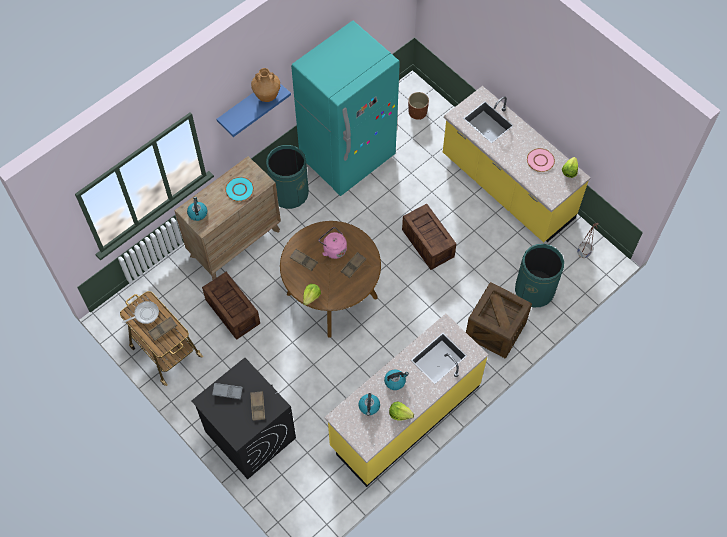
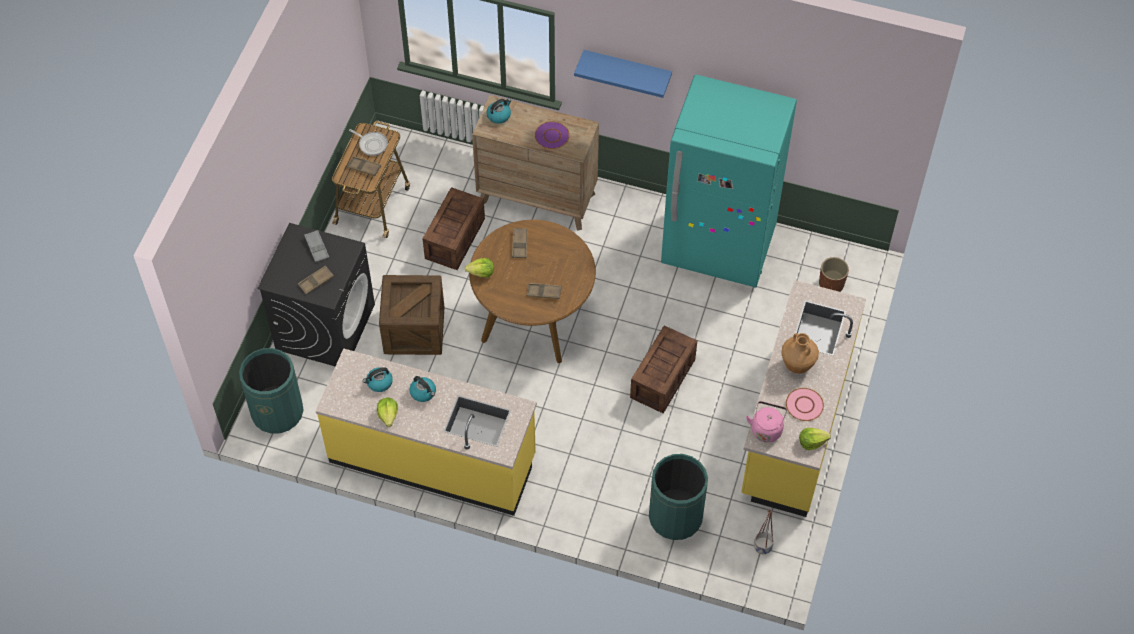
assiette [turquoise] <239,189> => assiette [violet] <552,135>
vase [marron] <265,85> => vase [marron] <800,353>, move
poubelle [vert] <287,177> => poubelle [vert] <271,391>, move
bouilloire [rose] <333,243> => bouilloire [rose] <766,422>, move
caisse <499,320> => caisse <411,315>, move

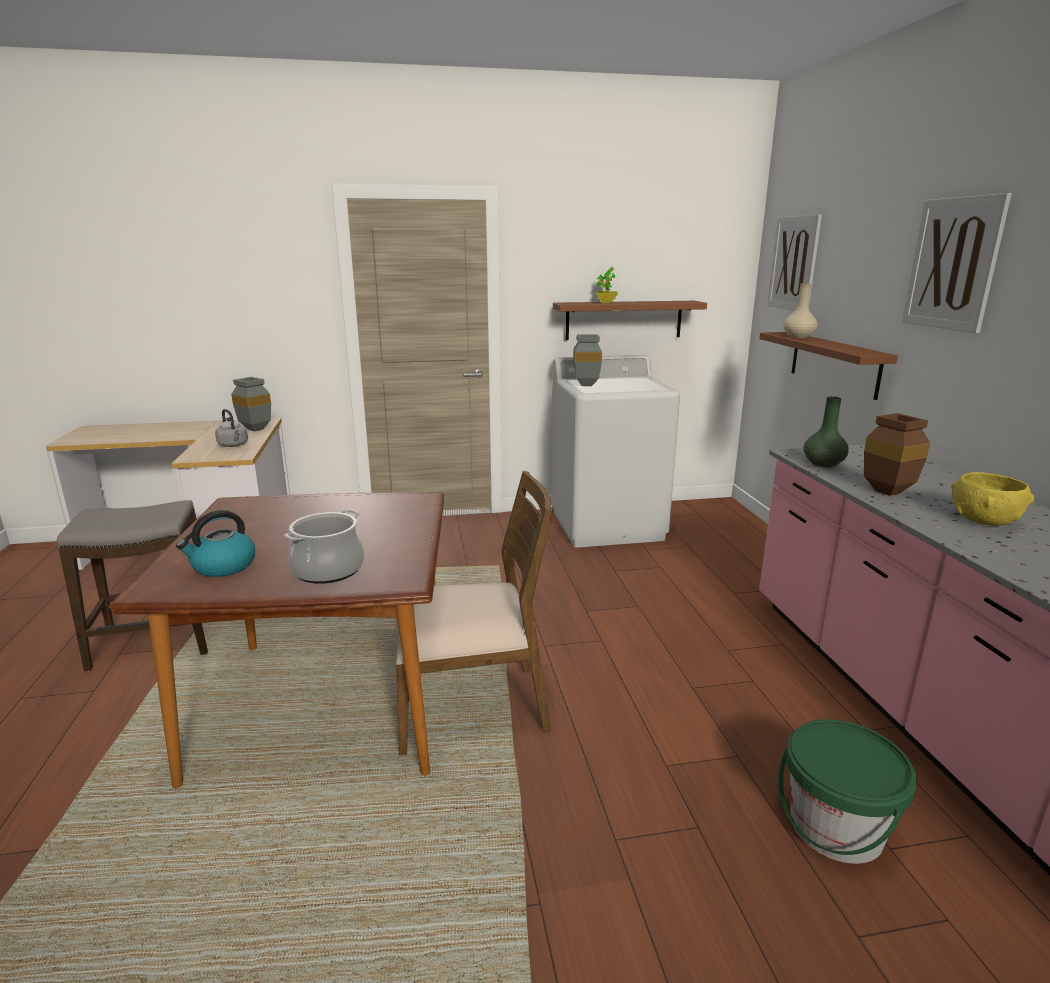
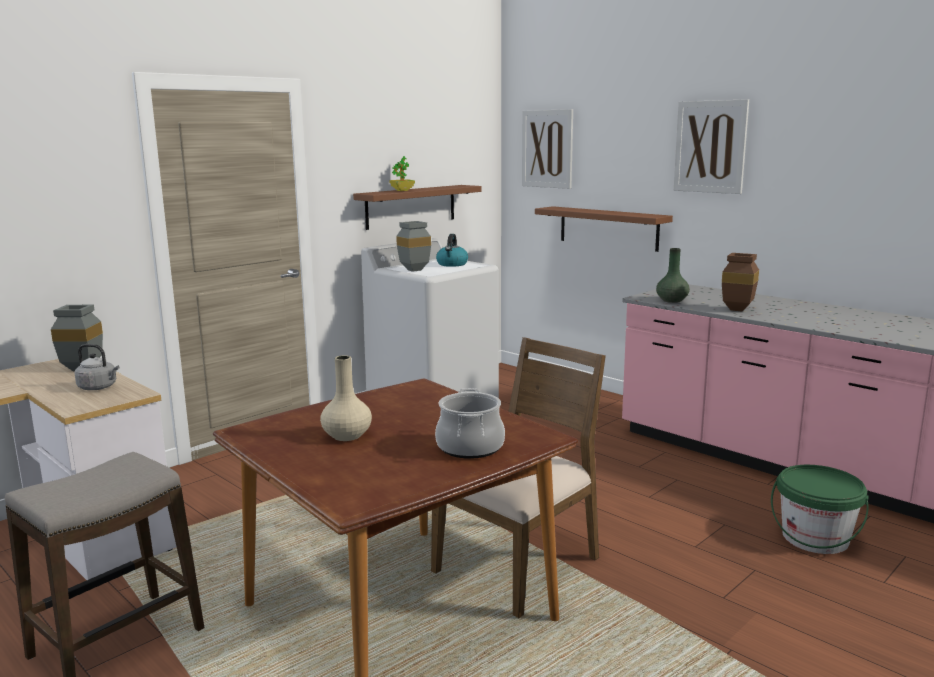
bouilloire <215,543> => bouilloire <452,250>, move
vase [beige] <800,310> => vase [beige] <346,398>, move
bol [jaune] <992,499> => nothing

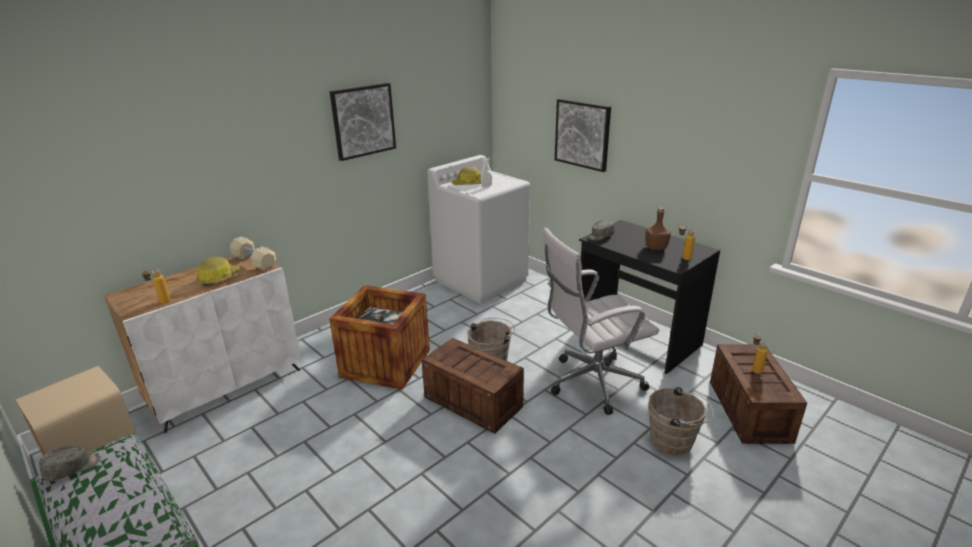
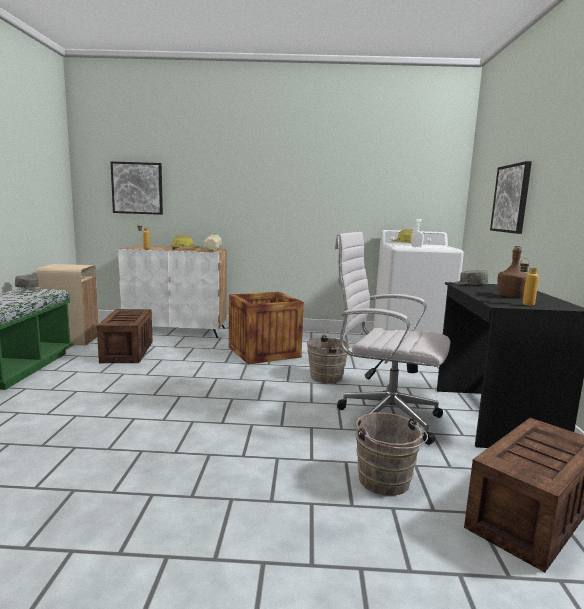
tableau <363,122> => tableau <137,188>, move
caisse <472,386> => caisse <125,336>, move
bouteille <760,353> => nothing

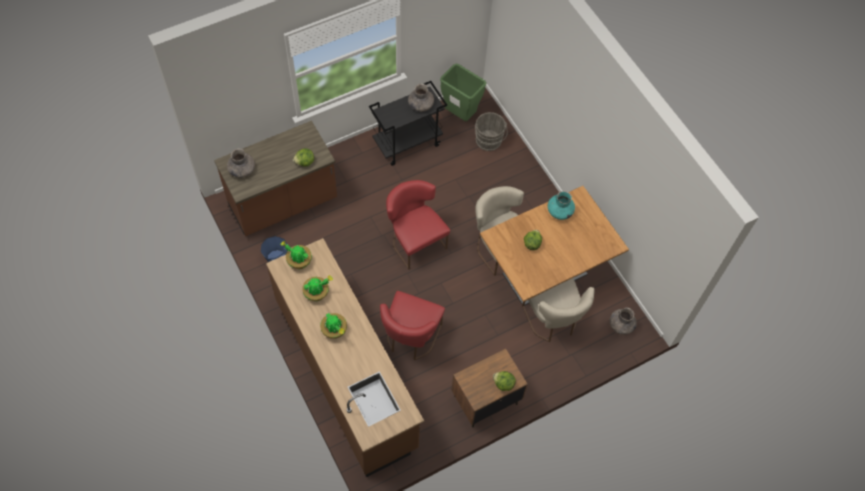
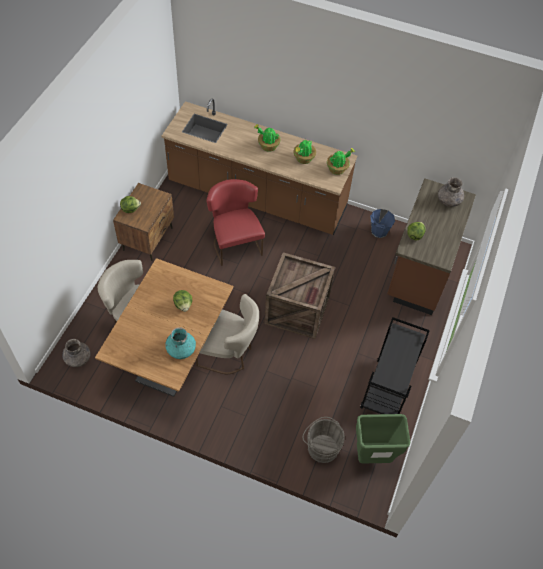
chaise [rouge] <418,225> => caisse <299,295>
vase [gris] <421,98> => nothing

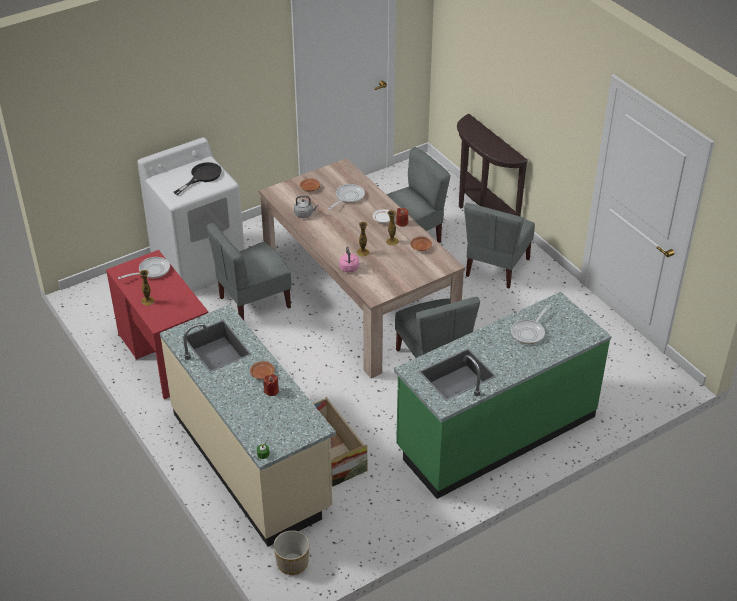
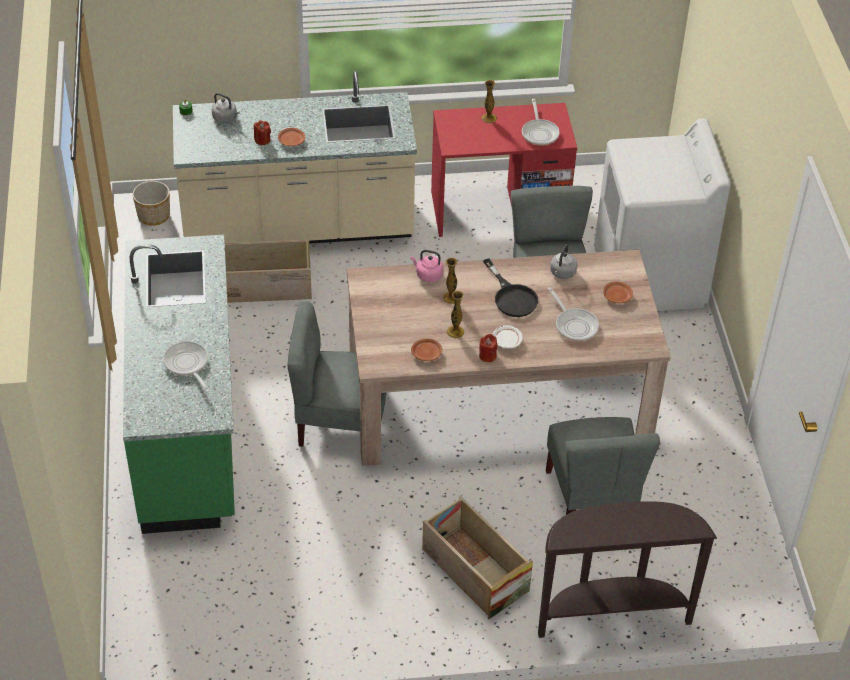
poêle [noir] <198,178> => poêle [noir] <510,287>, move
chaise [gris] <499,245> => caisse <477,558>
nothing => bouilloire [gris] <226,108>

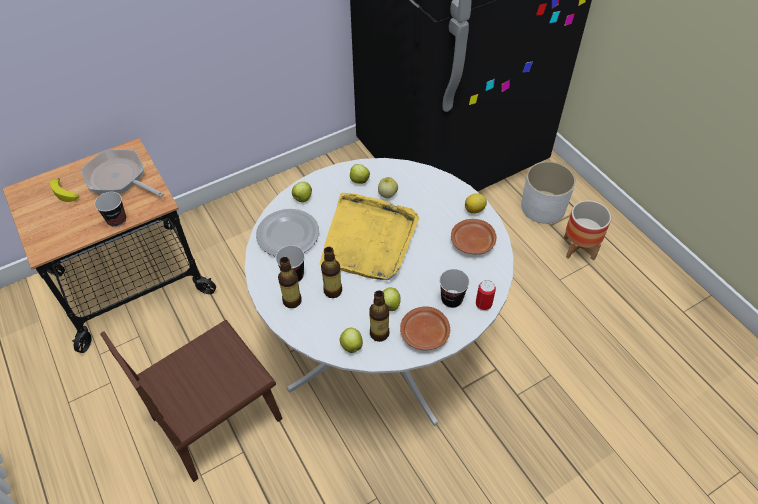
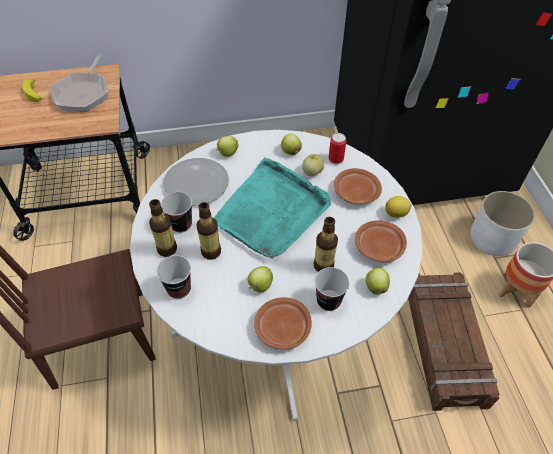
poêle <122,173> => poêle <79,82>, 135 degrees counterclockwise
tasse <110,209> => tasse <173,277>, move
plateau [jaune] <369,236> => plateau [turquoise] <272,208>
pomme <351,340> => pomme <377,281>, move
bouteille <379,316> => bouteille <326,244>, move
boîte métallique <486,295> => boîte métallique <338,149>, move
nothing => assiette [marron] <358,186>
nothing => caisse <453,341>

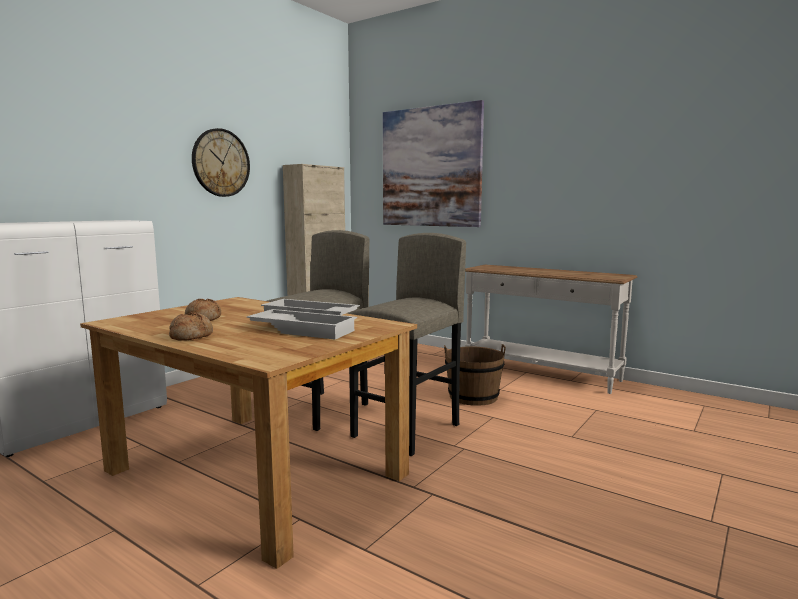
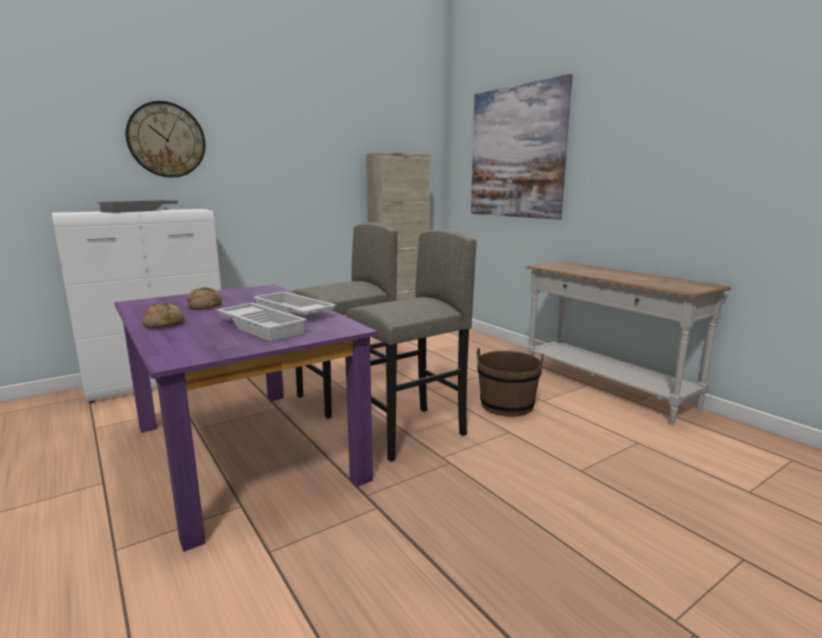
table à manger [marron] <248,433> => table à manger [violet] <246,418>
horloge murale <221,162> => horloge murale <165,139>, move
nothing => plateau [gris] <138,206>

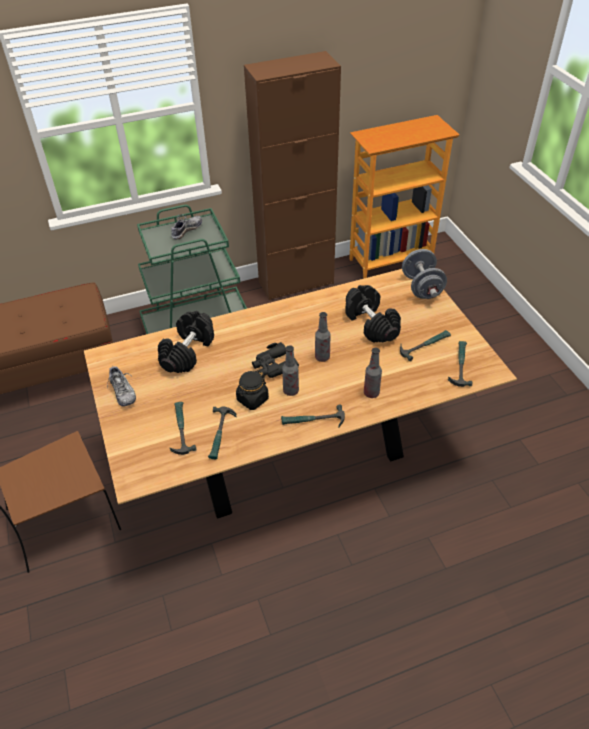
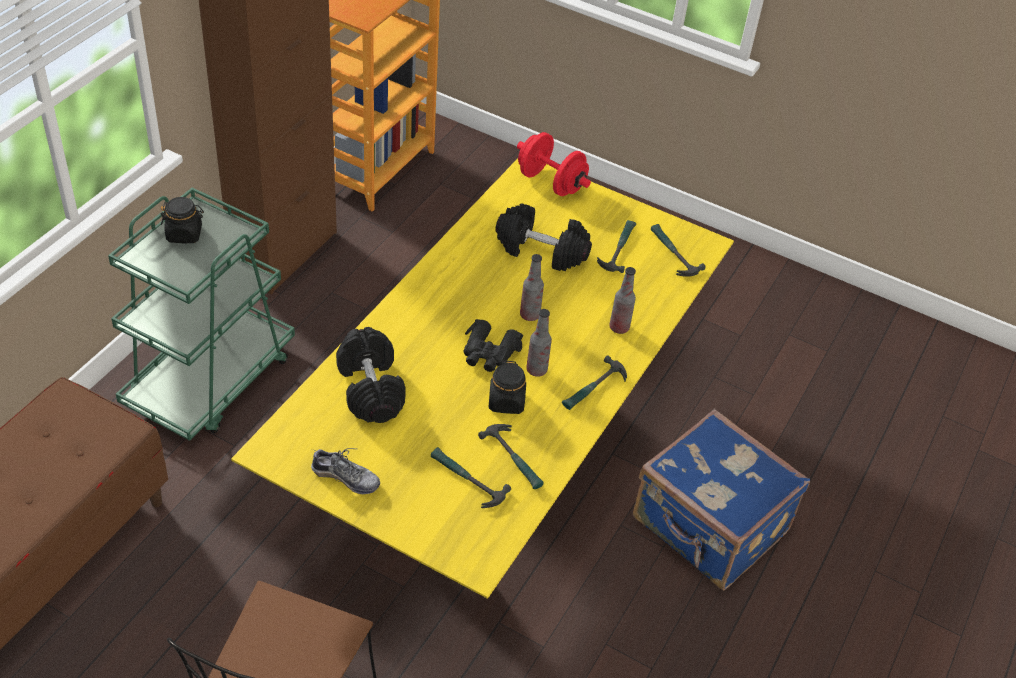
table à manger [marron] <300,393> => table à manger [jaune] <482,378>
chaussure <186,226> => bocal [noir] <182,220>
haltère [gris] <424,274> => haltère [rouge] <554,164>
nothing => valise [bleu] <721,499>

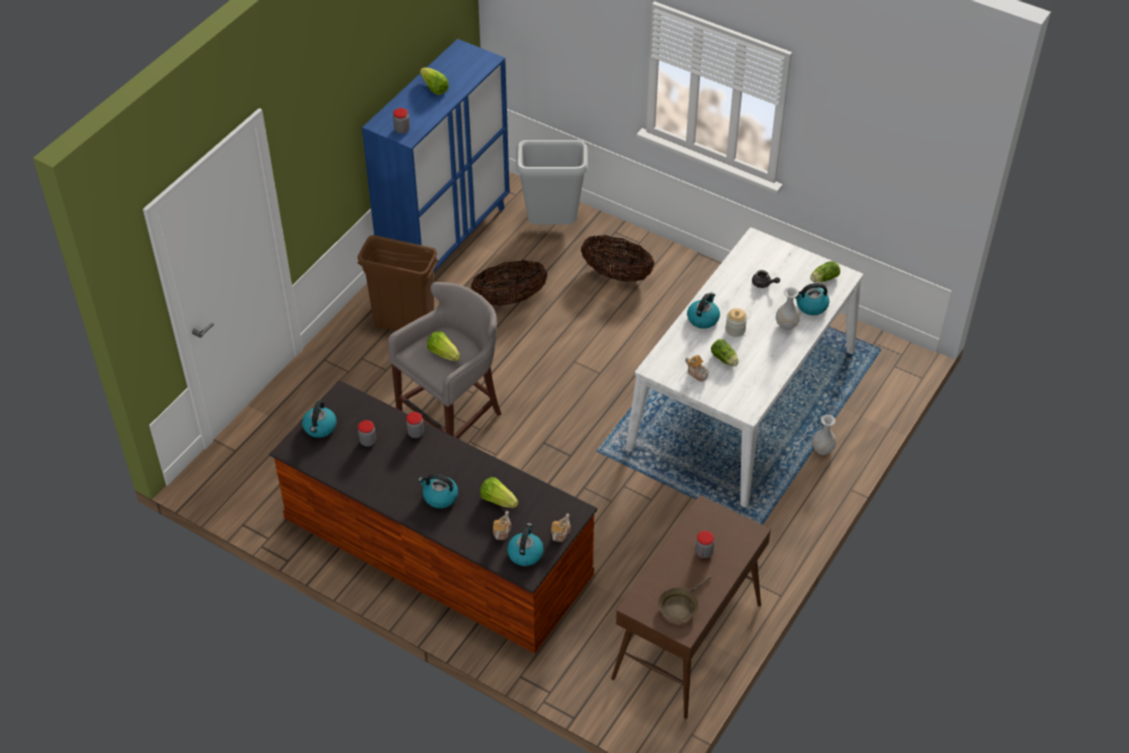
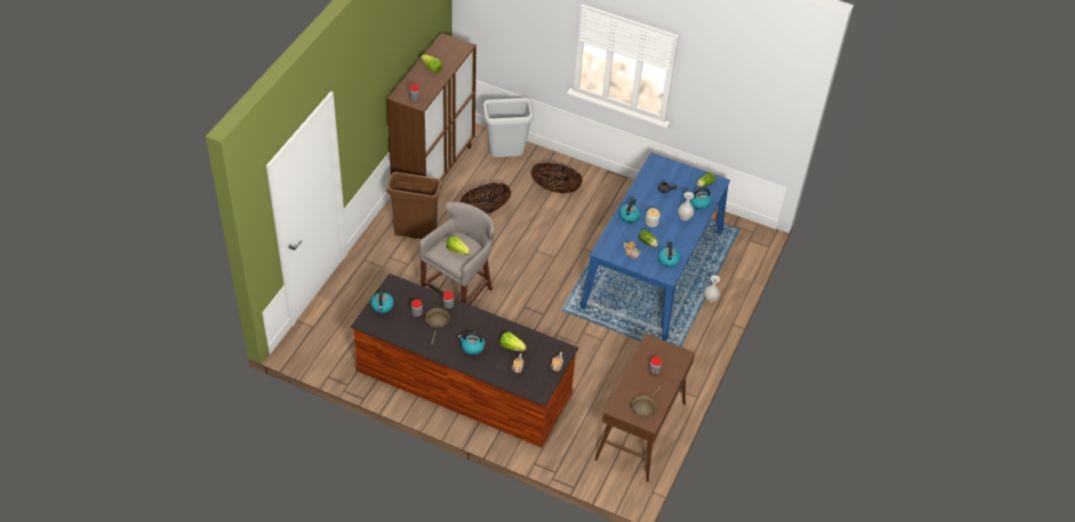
meuble de rangement [bleu] <436,155> => meuble de rangement [marron] <431,107>
bouilloire <525,544> => bouilloire <669,254>, move
table à manger [blanc] <744,367> => table à manger [bleu] <655,246>
nothing => poêle [marron] <437,326>

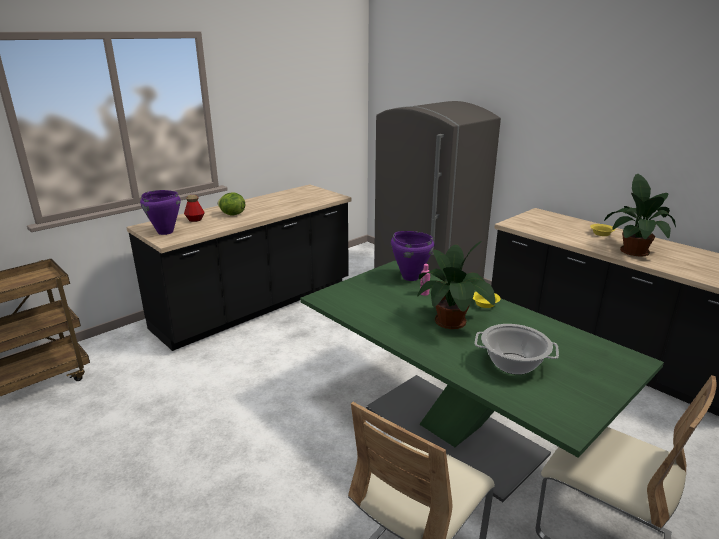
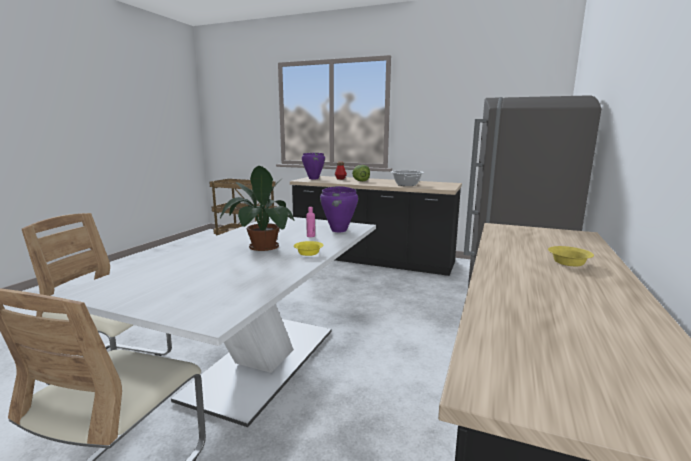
table à manger [vert] <482,381> => table à manger [blanc] <213,322>
marmite <516,349> => marmite <407,178>, move
plante en pot <640,215> => nothing

